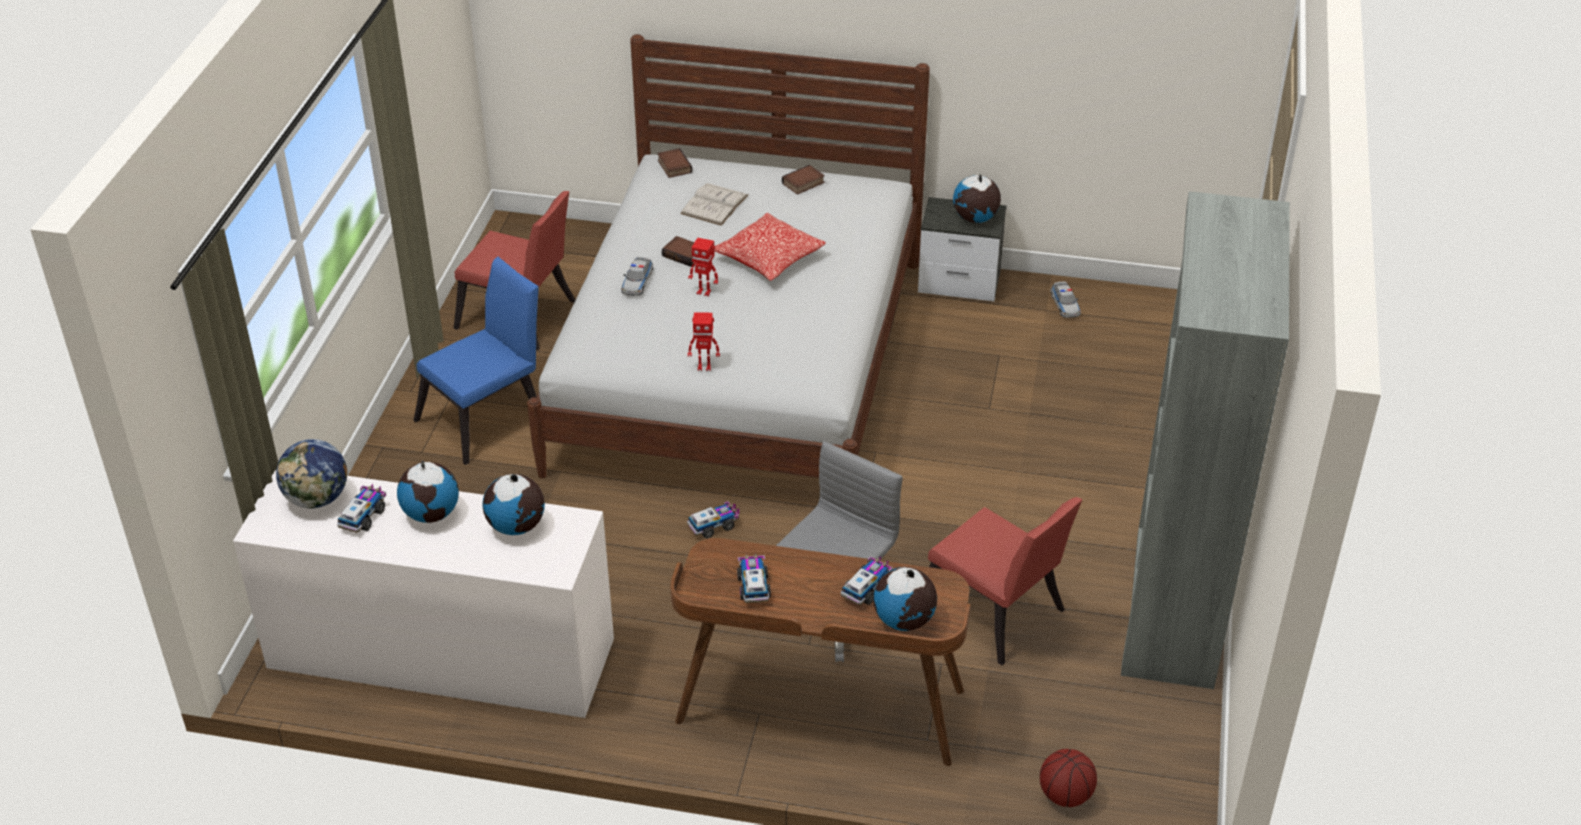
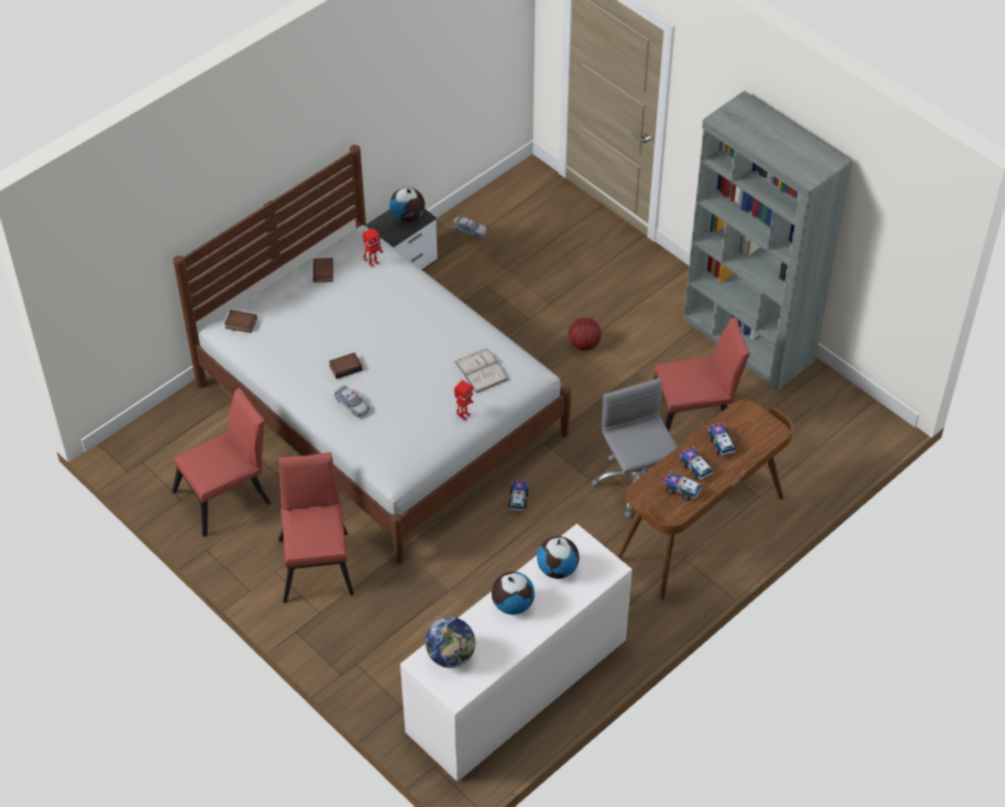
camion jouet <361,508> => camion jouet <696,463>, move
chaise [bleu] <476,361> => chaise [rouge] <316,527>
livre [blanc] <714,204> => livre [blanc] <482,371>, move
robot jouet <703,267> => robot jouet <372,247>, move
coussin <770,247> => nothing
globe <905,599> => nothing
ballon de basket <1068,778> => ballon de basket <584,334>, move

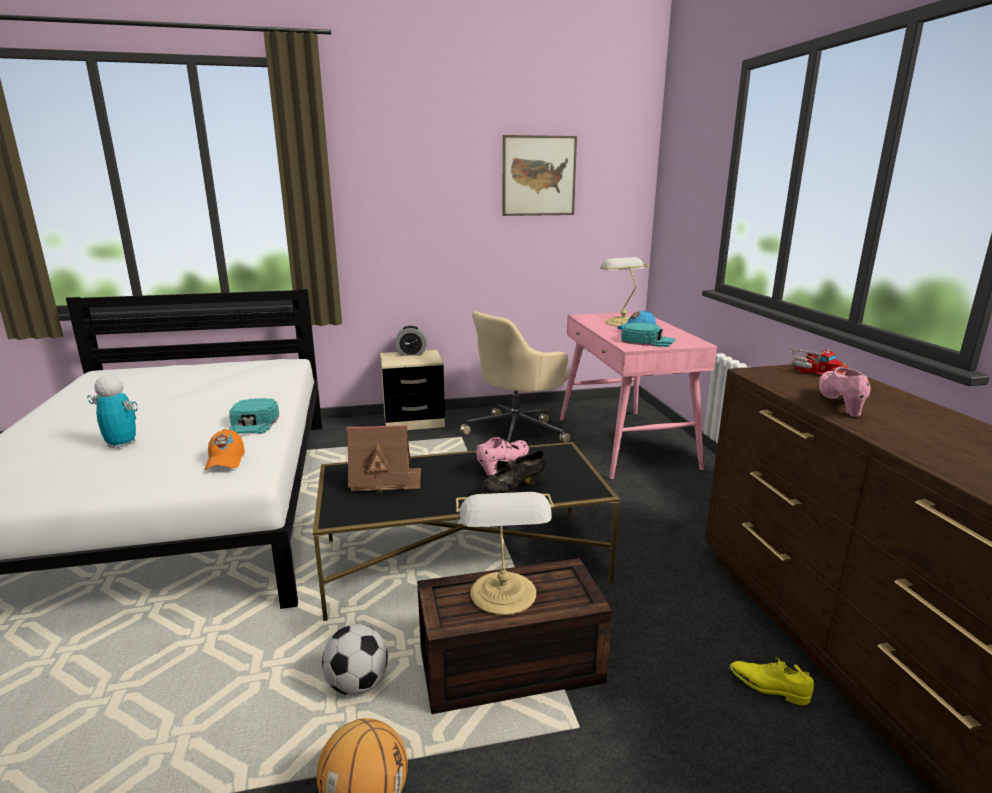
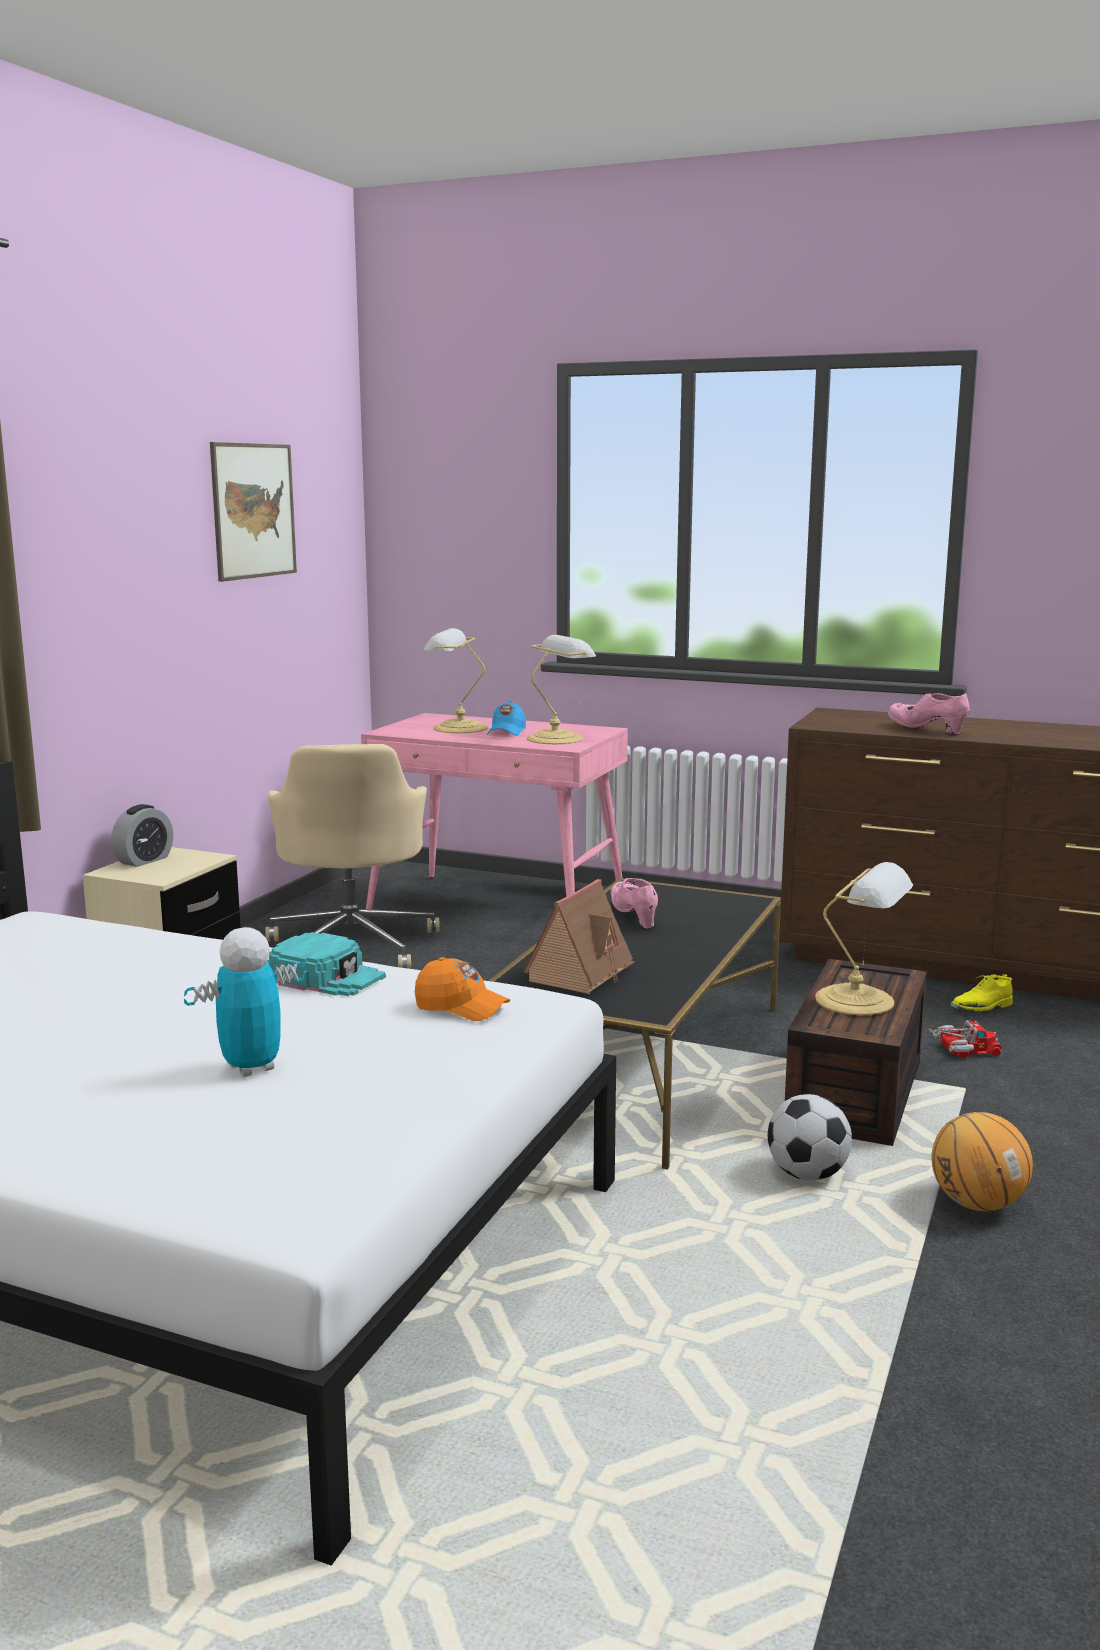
chaussure [noir] <513,472> => nothing
casquette [turquoise] <648,335> => lampe de table <561,689>
camion jouet <818,361> => camion jouet <964,1039>, move

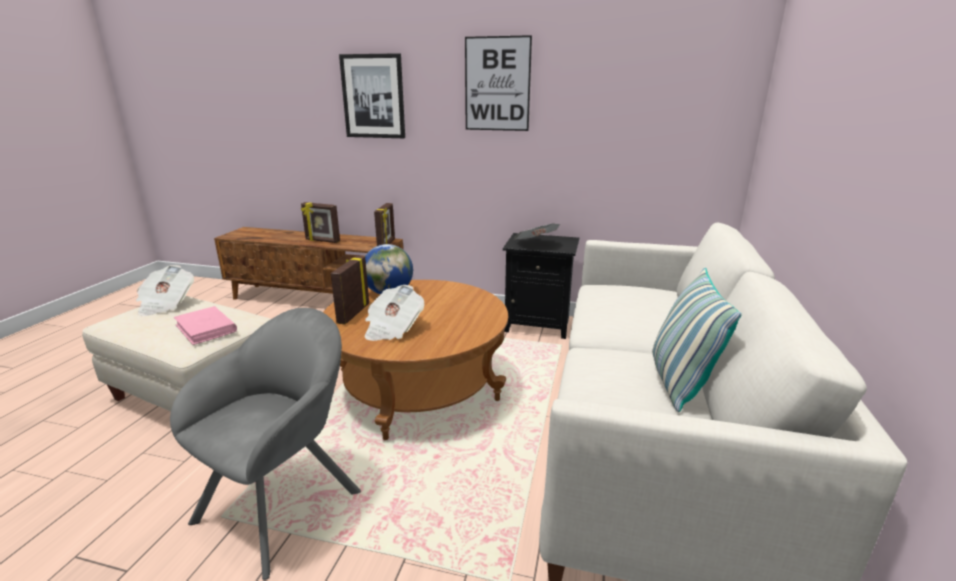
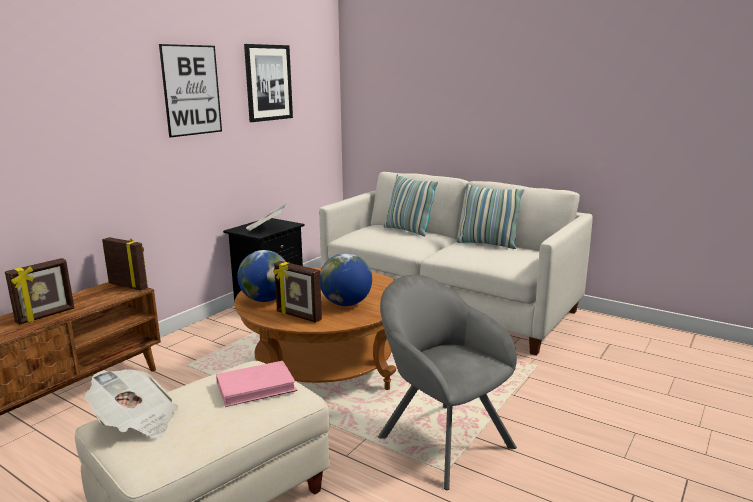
tableau <372,95> => tableau <268,83>, move
journal <394,313> => globe <346,279>
nothing => coussin <411,205>

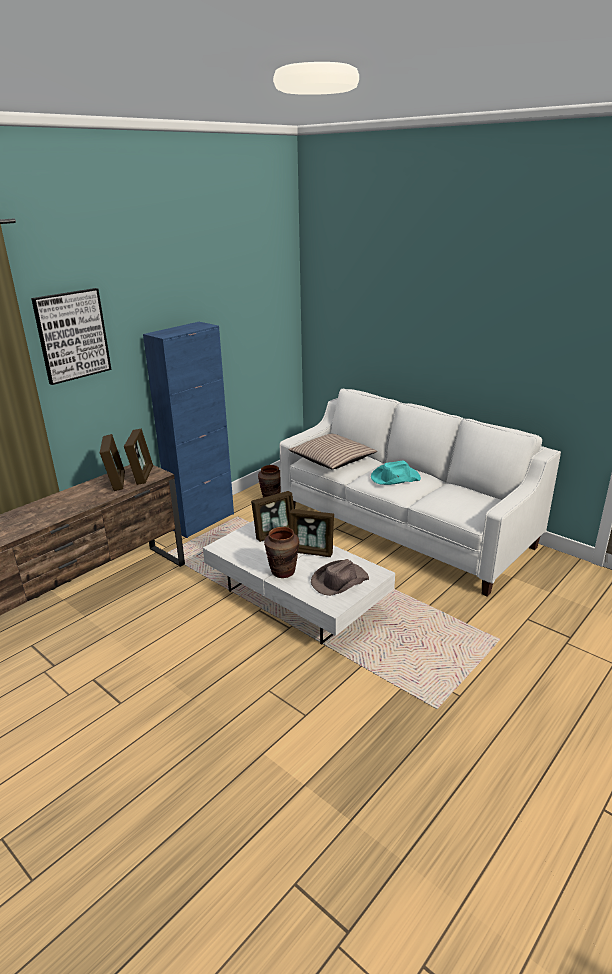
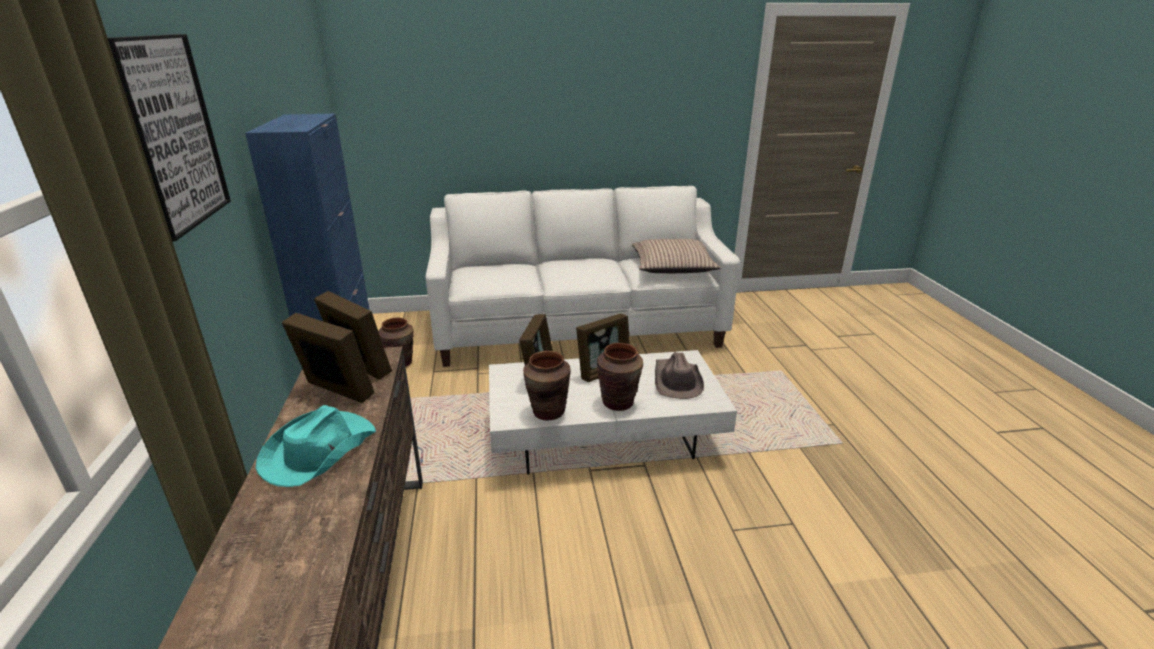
coussin <333,451> => coussin <676,256>, move
chapeau [turquoise] <396,472> => chapeau [turquoise] <316,446>, move
nothing => vase [marron] <547,386>

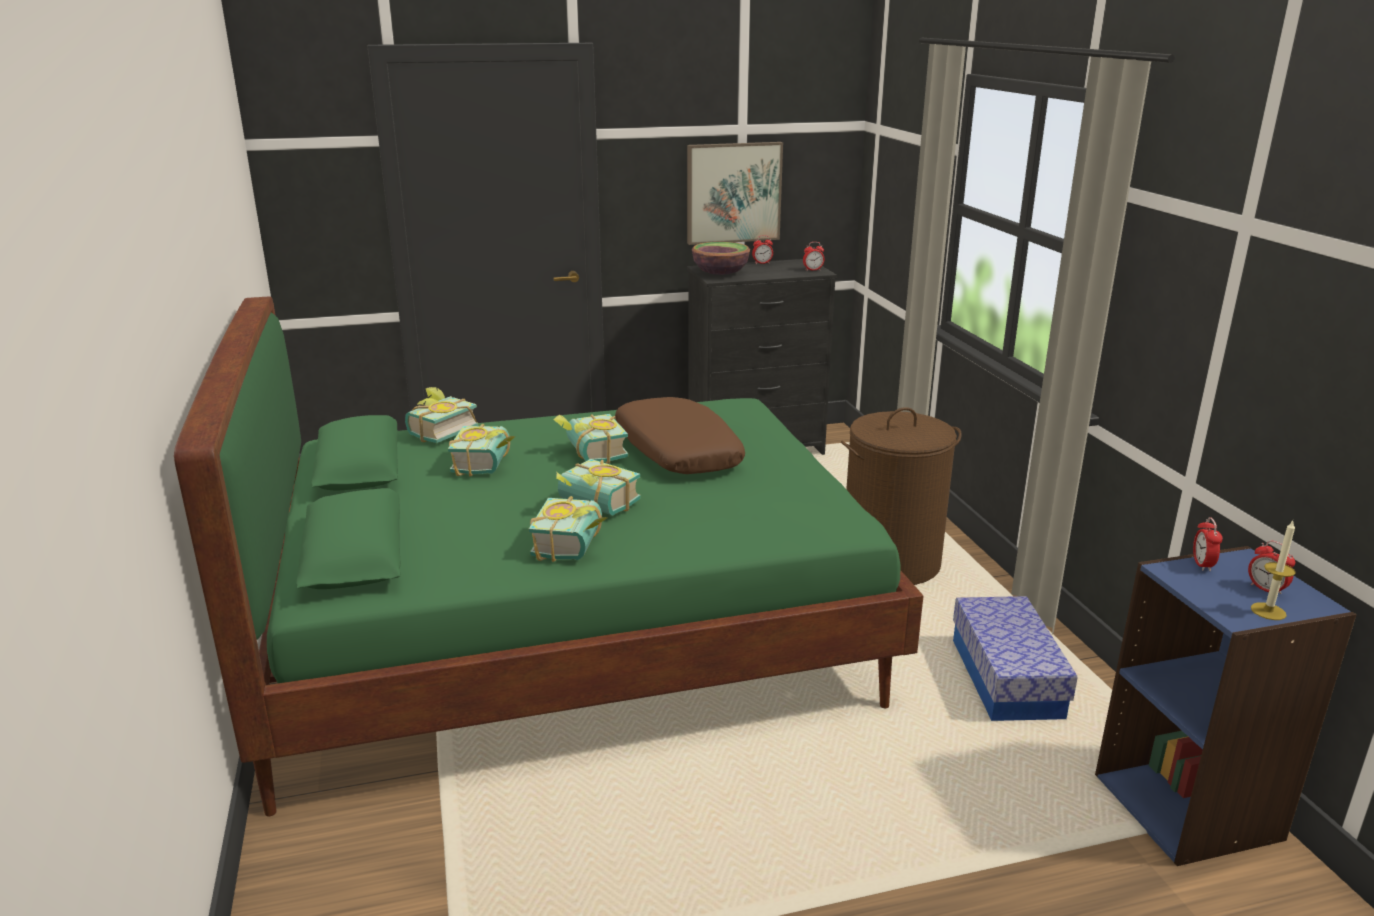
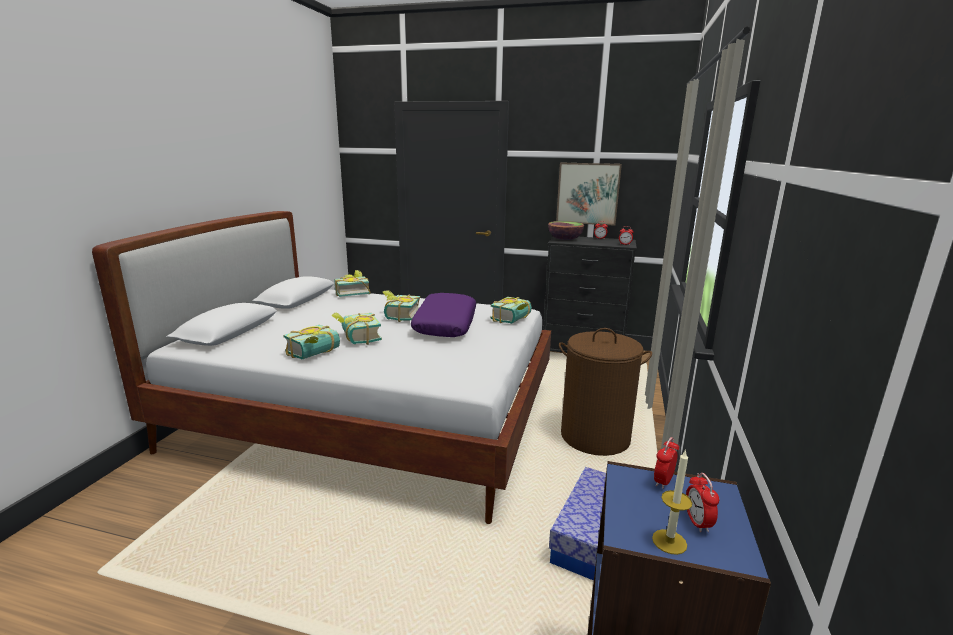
lit [vert] <549,556> => lit [blanc] <321,367>
livre <481,450> => livre <511,310>, move
coussin [marron] <680,435> => coussin [violet] <443,315>

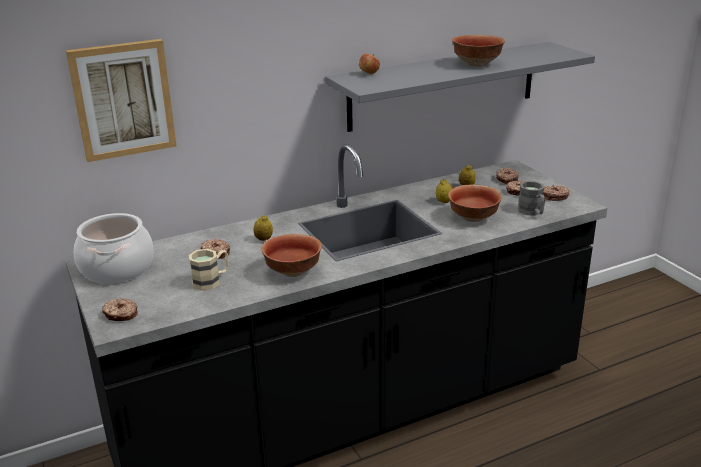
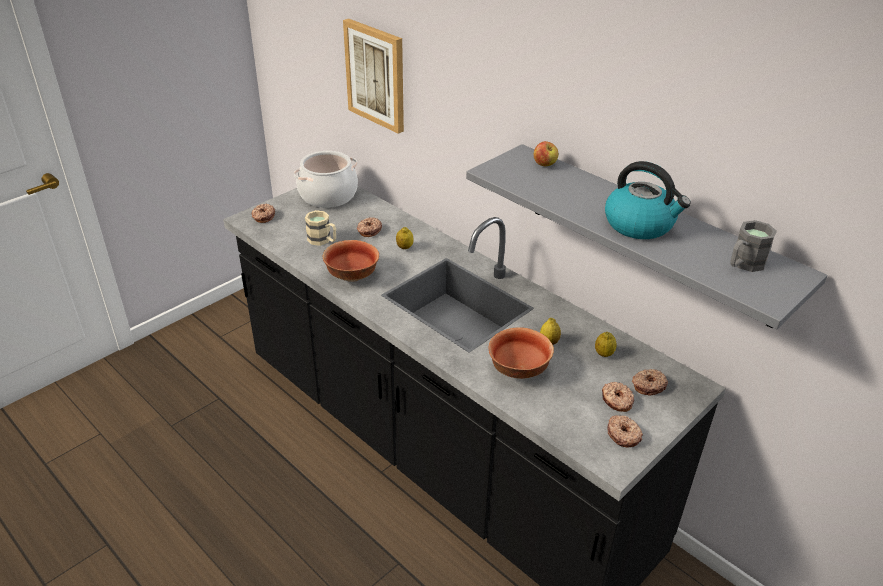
bol <478,51> => bouilloire <648,200>
mug [gris] <531,198> => mug [gris] <753,246>, move

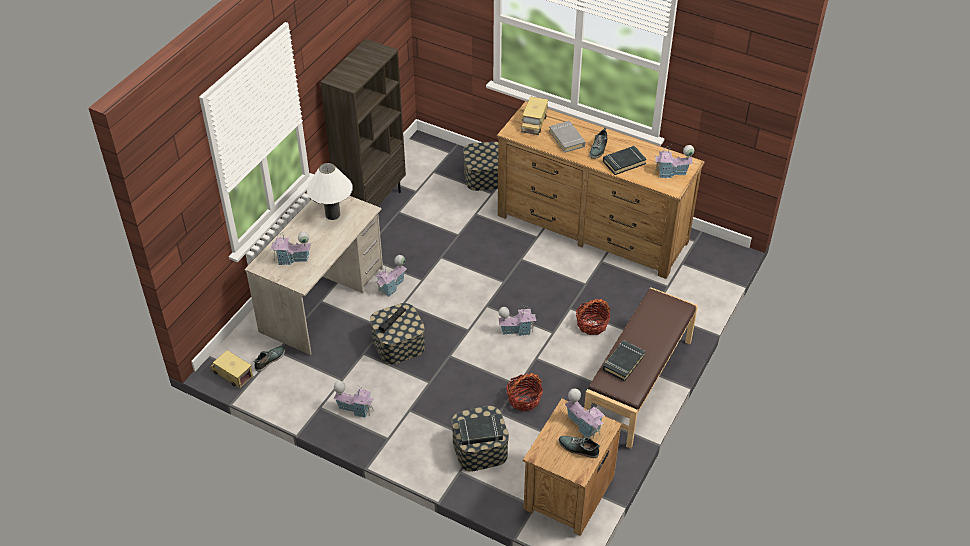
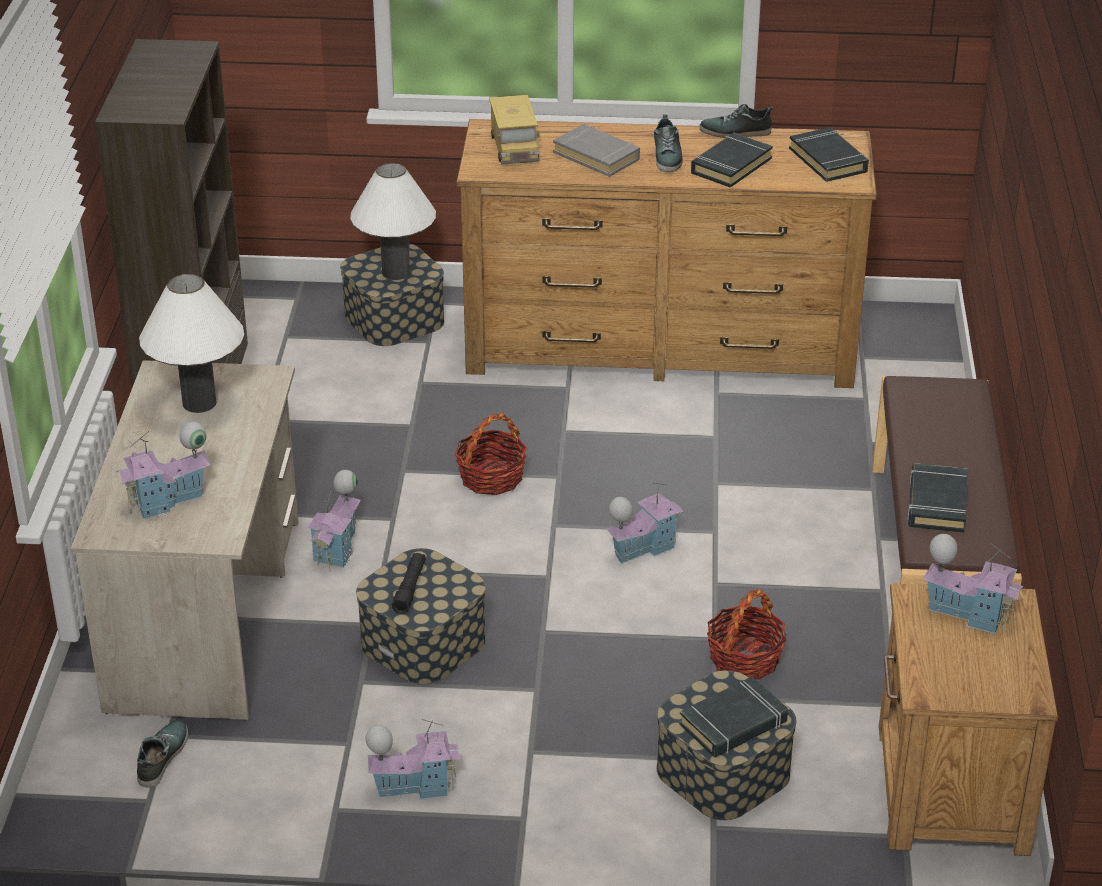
camion jouet <231,369> => nothing
chaussure <580,447> => chaussure <736,121>, move
panier <593,317> => panier <491,454>, move
maison miniature <674,162> => livre [noir] <829,154>
nothing => lampe de table [blanc] <393,221>

